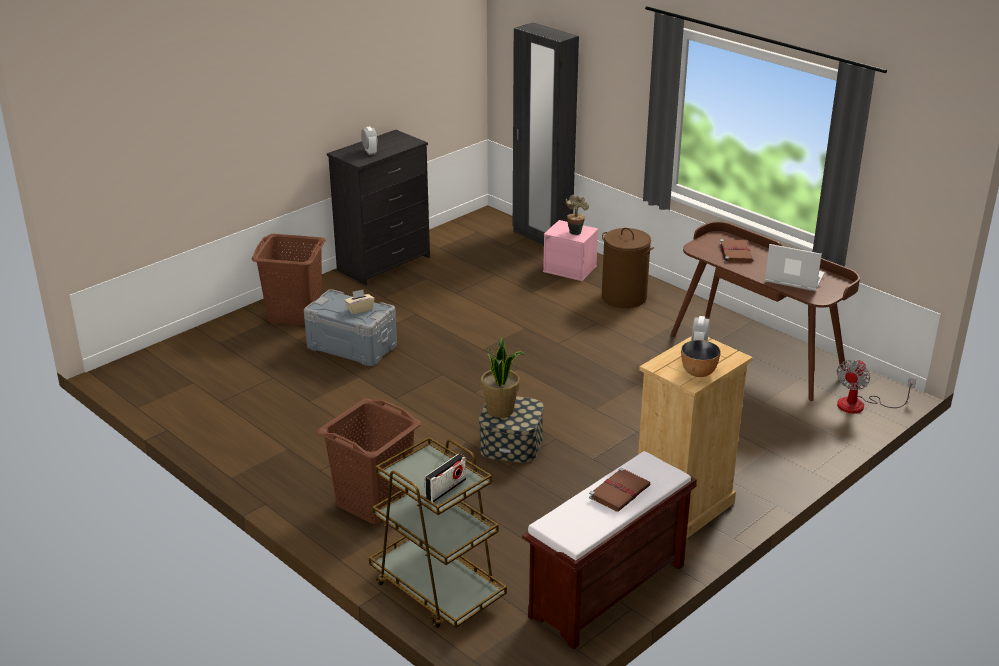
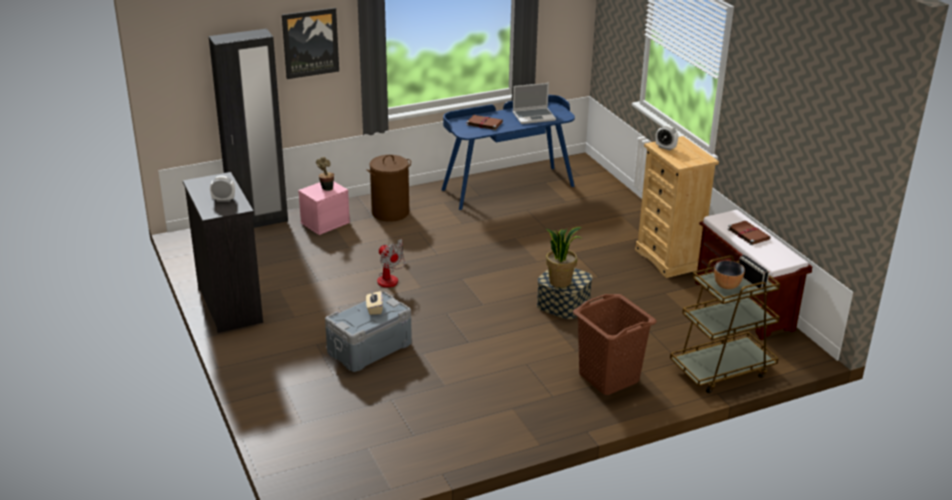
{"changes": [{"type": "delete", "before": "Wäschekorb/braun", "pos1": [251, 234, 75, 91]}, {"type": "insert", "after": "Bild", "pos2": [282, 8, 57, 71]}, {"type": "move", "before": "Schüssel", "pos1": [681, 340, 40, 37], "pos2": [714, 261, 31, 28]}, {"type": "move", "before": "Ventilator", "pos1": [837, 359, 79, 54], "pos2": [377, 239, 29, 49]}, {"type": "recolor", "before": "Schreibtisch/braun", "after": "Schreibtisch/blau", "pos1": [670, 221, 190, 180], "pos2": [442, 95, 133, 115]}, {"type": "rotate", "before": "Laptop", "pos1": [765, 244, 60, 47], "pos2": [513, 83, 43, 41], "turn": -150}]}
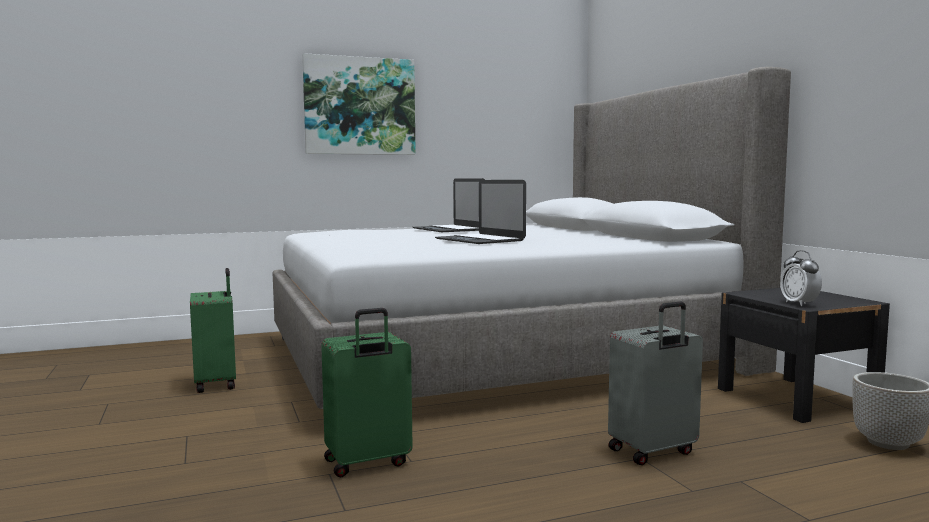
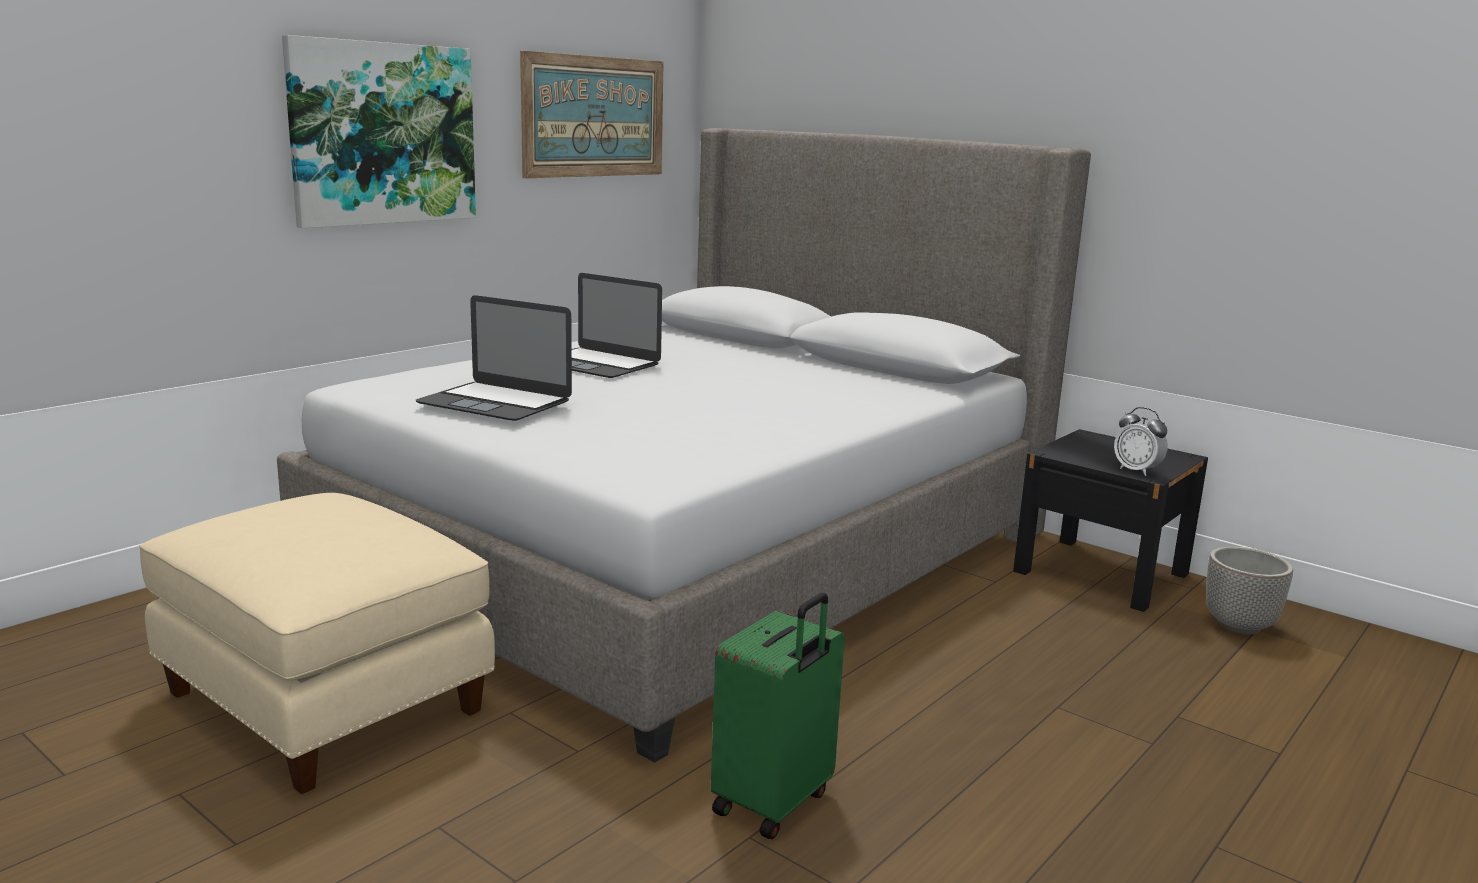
{"changes": [{"type": "delete", "before": "Koffer/grau", "pos1": [608, 302, 95, 163]}, {"type": "insert", "after": "Bild", "pos2": [520, 51, 144, 127]}, {"type": "move", "before": "Laptop", "pos1": [435, 180, 91, 64], "pos2": [416, 295, 156, 126]}, {"type": "replace", "before": "Koffer/grün", "after": "Polsterhocker/beige", "pos1": [190, 268, 46, 125], "pos2": [139, 493, 356, 301]}]}
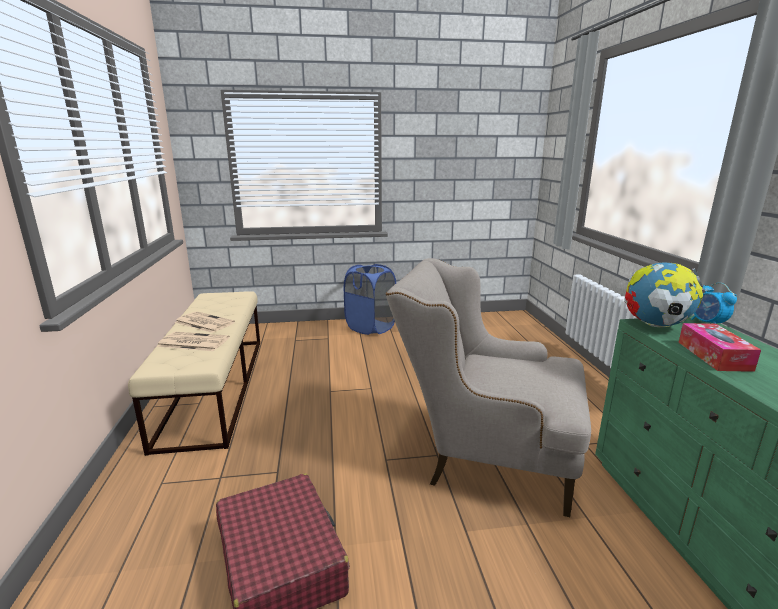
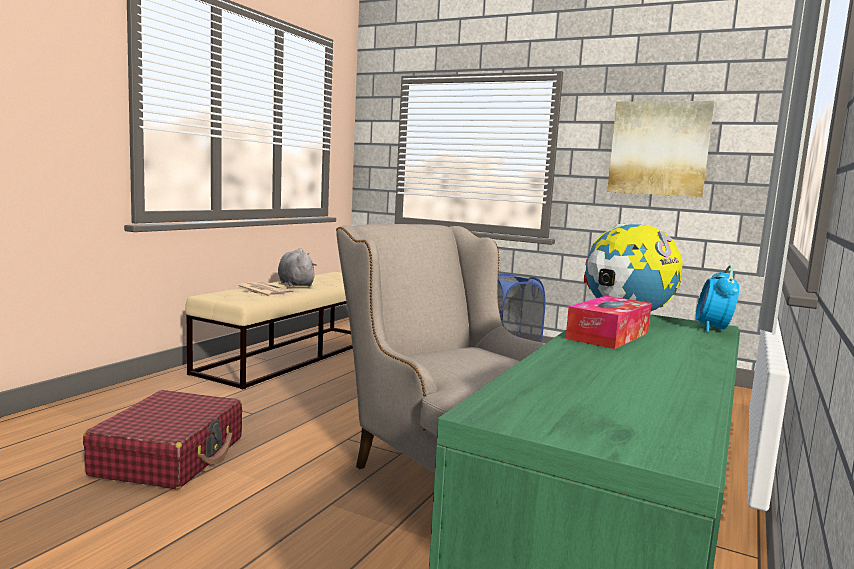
{"changes": [{"type": "insert", "after": "Bild", "pos2": [607, 101, 107, 96]}, {"type": "replace", "before": "Zeitung", "after": "Plüschtier/grau", "pos1": [175, 312, 60, 21], "pos2": [278, 248, 39, 38]}]}
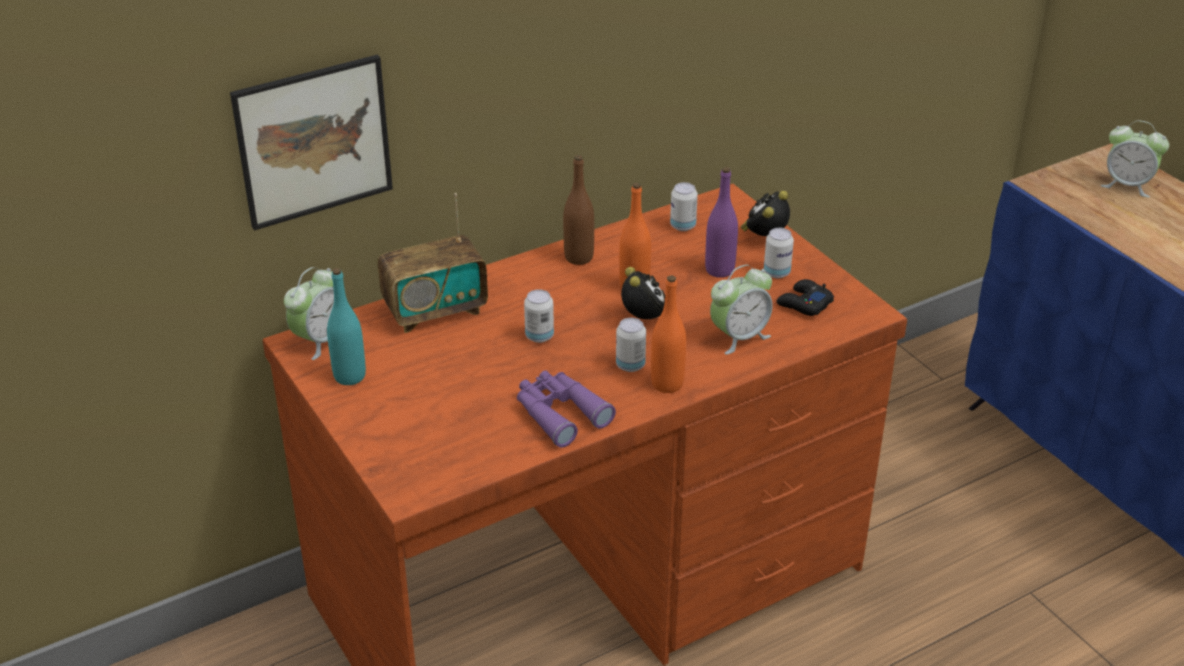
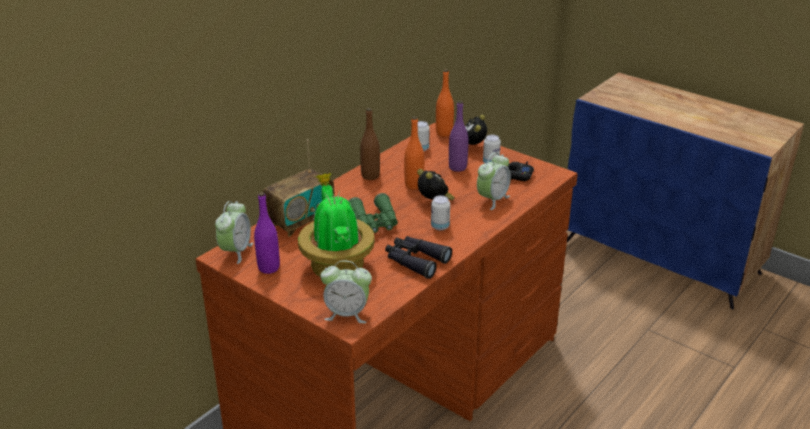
{"changes": [{"type": "delete", "before": "Bild", "pos1": [230, 55, 163, 175]}, {"type": "insert", "after": "Topfpflanze", "pos2": [298, 173, 77, 104]}, {"type": "move", "before": "Flasche/orange", "pos1": [651, 275, 35, 118], "pos2": [436, 69, 18, 68]}, {"type": "move", "before": "Wecker", "pos1": [1101, 120, 68, 77], "pos2": [320, 261, 52, 62]}, {"type": "replace", "before": "Dose", "after": "Fernglas/grün", "pos1": [524, 289, 30, 54], "pos2": [348, 193, 50, 40]}, {"type": "recolor", "before": "Flasche/türkis", "after": "Flasche/lila", "pos1": [327, 268, 39, 117], "pos2": [254, 192, 26, 82]}, {"type": "recolor", "before": "Fernglas/lila", "after": "Fernglas/schwarz", "pos1": [517, 370, 99, 77], "pos2": [385, 236, 67, 43]}]}
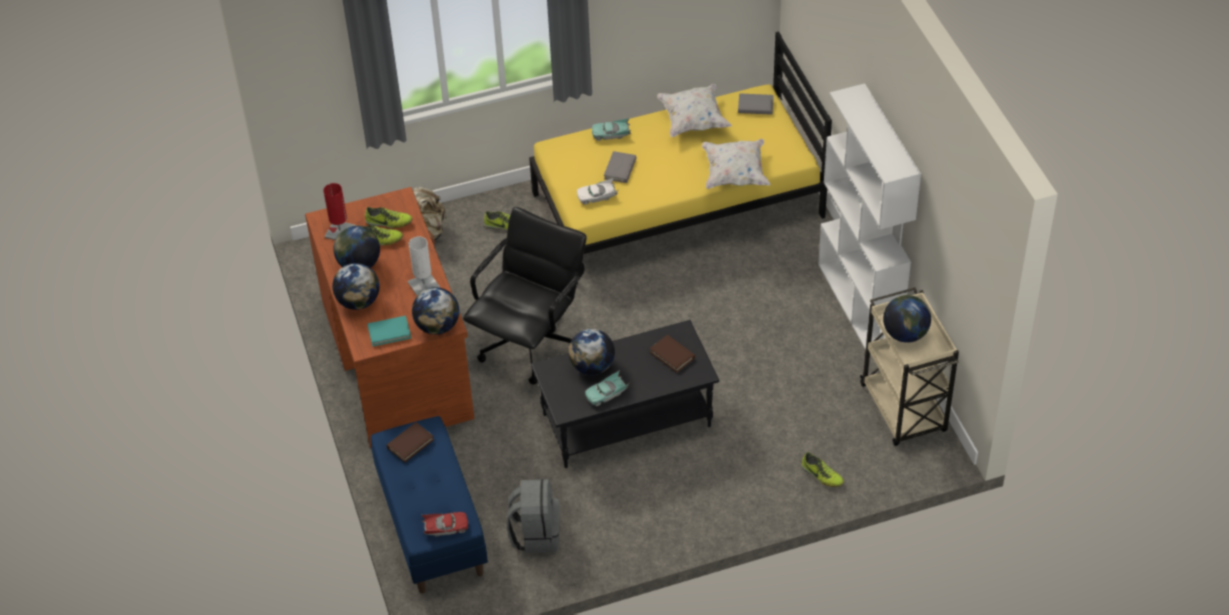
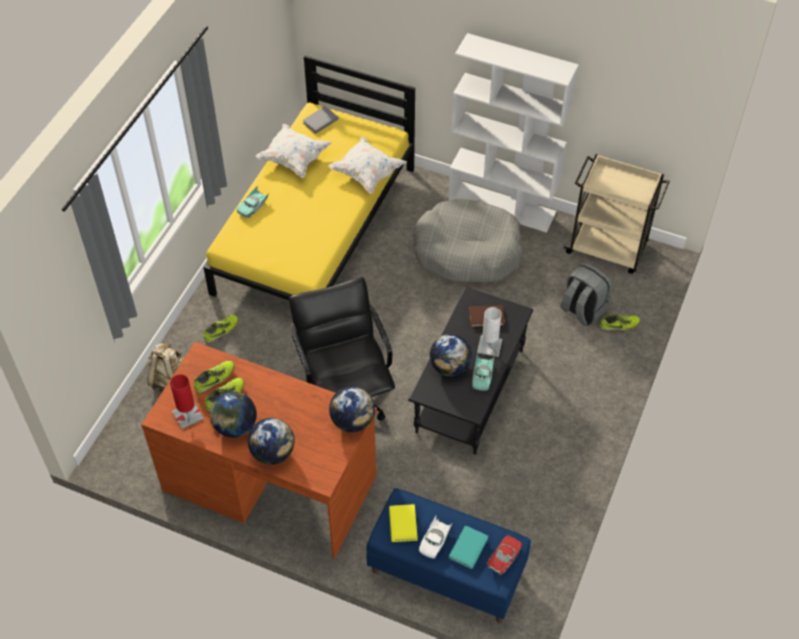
{"changes": [{"type": "delete", "before": "Buch/grau", "pos1": [604, 151, 33, 32]}, {"type": "delete", "before": "Globus", "pos1": [883, 295, 48, 48]}, {"type": "insert", "after": "Hundebett/grau", "pos2": [413, 198, 110, 85]}, {"type": "move", "before": "Buch/türkis", "pos1": [367, 316, 44, 30], "pos2": [449, 526, 39, 43]}, {"type": "move", "before": "Tischlampe/weiß", "pos1": [408, 236, 32, 60], "pos2": [477, 307, 25, 50]}, {"type": "move", "before": "Rucksack/grau", "pos1": [507, 479, 53, 74], "pos2": [560, 263, 52, 63]}, {"type": "move", "before": "Spielzeugauto/weiß", "pos1": [577, 178, 41, 27], "pos2": [419, 516, 34, 42]}, {"type": "recolor", "before": "Buch/braun", "after": "Buch/gelb", "pos1": [386, 422, 48, 40], "pos2": [389, 504, 29, 38]}]}
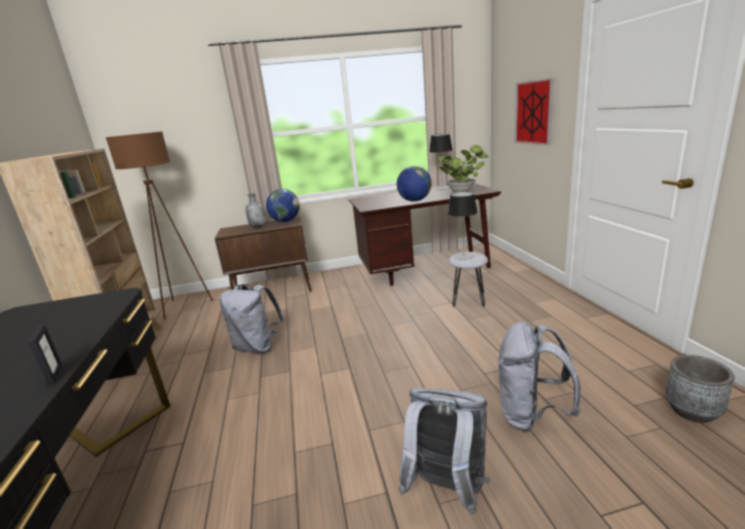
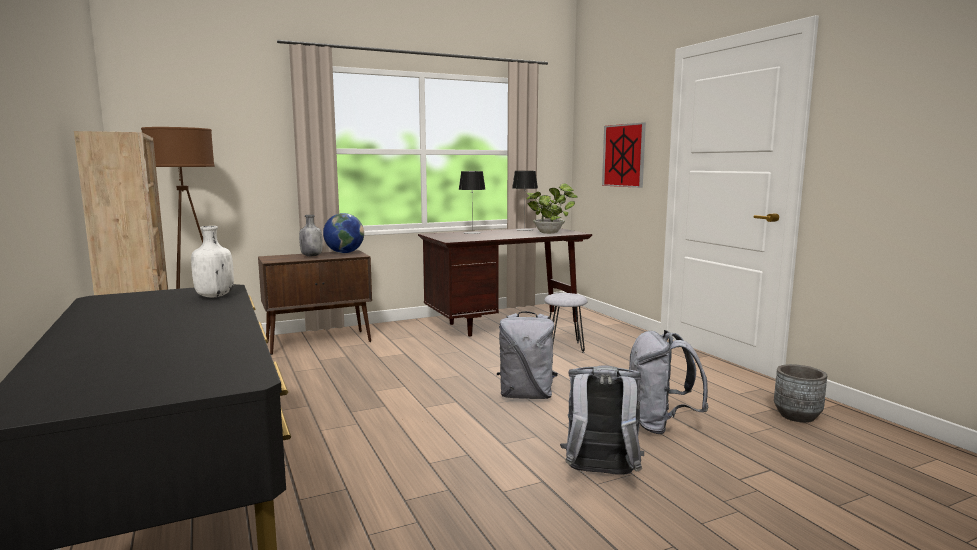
{"changes": [{"type": "delete", "before": "Bilderrahmen", "pos1": [28, 324, 35, 62]}, {"type": "delete", "before": "Globus", "pos1": [397, 166, 35, 36]}, {"type": "insert", "after": "Flasche/weiß", "pos2": [191, 226, 43, 71]}, {"type": "move", "before": "Rucksack/grau", "pos1": [220, 284, 64, 69], "pos2": [497, 311, 61, 88]}, {"type": "move", "before": "Tischlampe", "pos1": [448, 191, 30, 69], "pos2": [459, 171, 27, 63]}]}
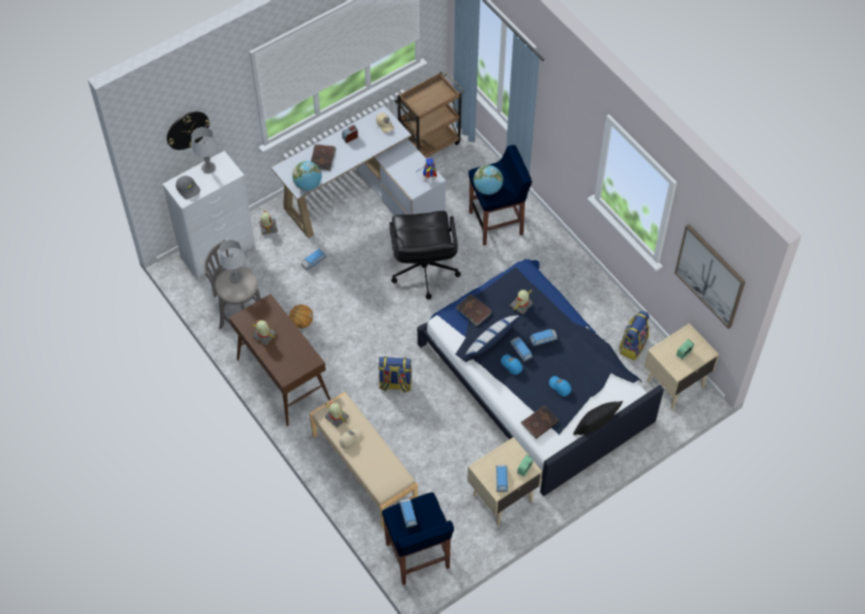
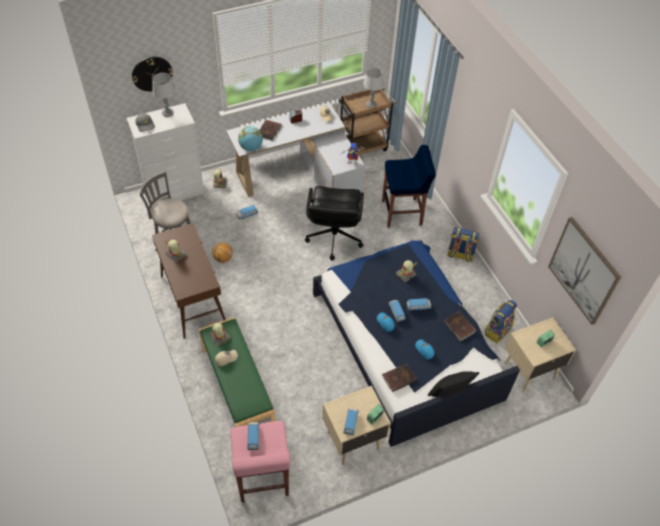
{"changes": [{"type": "delete", "before": "Kissen", "pos1": [464, 315, 56, 43]}, {"type": "delete", "before": "Globus", "pos1": [473, 165, 30, 30]}, {"type": "move", "before": "Tischlampe/grau", "pos1": [219, 240, 27, 43], "pos2": [363, 68, 21, 40]}, {"type": "move", "before": "Rucksack", "pos1": [378, 357, 34, 36], "pos2": [447, 227, 33, 35]}, {"type": "move", "before": "Buch/braun", "pos1": [456, 294, 36, 32], "pos2": [444, 311, 32, 30]}, {"type": "recolor", "before": "Bank/beige", "after": "Bank/grün", "pos1": [309, 392, 109, 136], "pos2": [198, 317, 77, 110]}, {"type": "recolor", "before": "Hocker/blau", "after": "Hocker/rosa", "pos1": [382, 492, 72, 93], "pos2": [230, 421, 60, 82]}]}
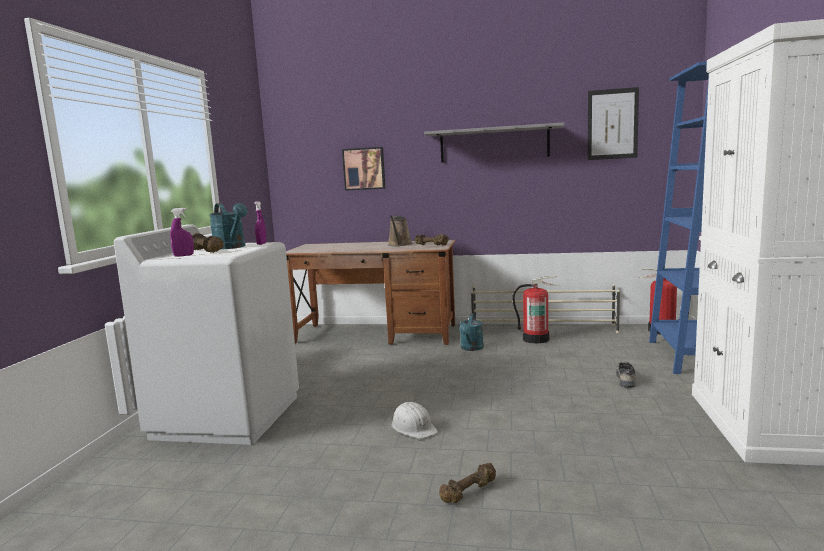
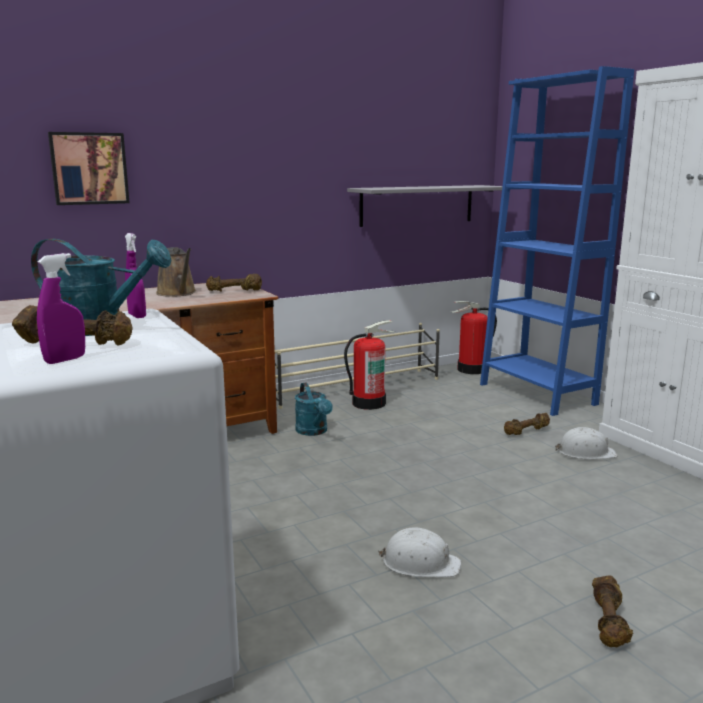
{"changes": [{"type": "delete", "before": "Bild", "pos1": [587, 87, 52, 73]}, {"type": "insert", "after": "Schutzhelm/weiß", "pos2": [555, 427, 62, 32]}, {"type": "move", "before": "Wandregal/grau", "pos1": [424, 122, 141, 40], "pos2": [347, 185, 155, 42]}, {"type": "replace", "before": "Schuh", "after": "Hantel/braun", "pos1": [616, 361, 20, 27], "pos2": [504, 413, 46, 22]}]}
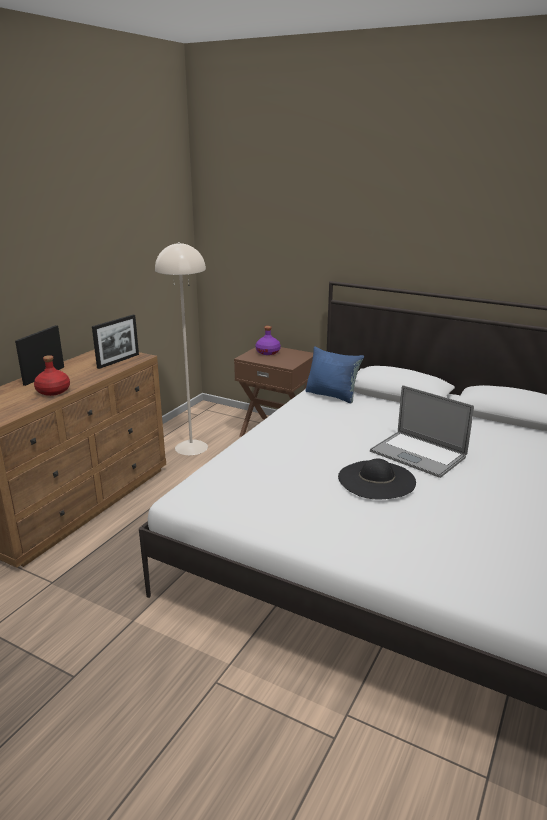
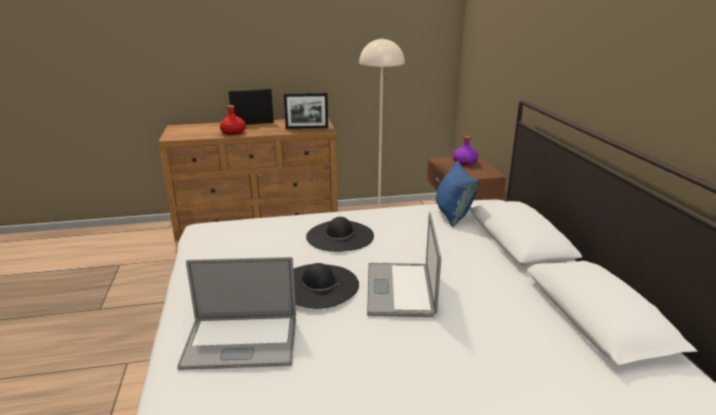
{"changes": [{"type": "insert", "after": "Laptop", "pos2": [177, 257, 119, 113]}, {"type": "insert", "after": "Hut/schwarz", "pos2": [306, 217, 68, 35]}]}
